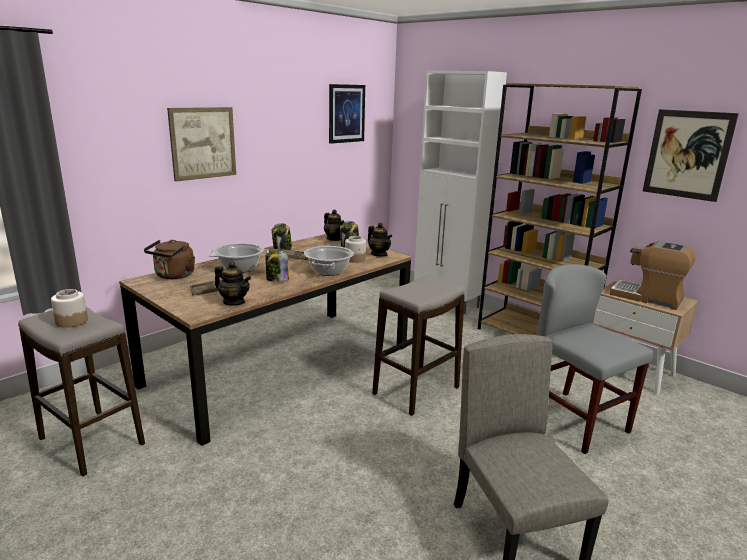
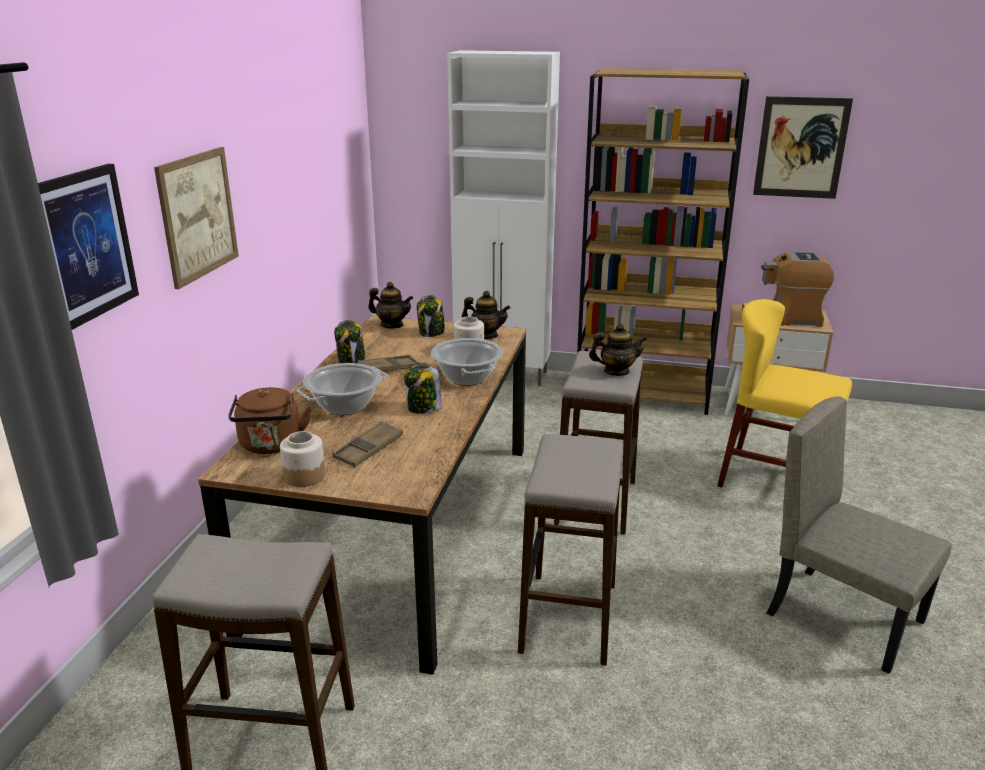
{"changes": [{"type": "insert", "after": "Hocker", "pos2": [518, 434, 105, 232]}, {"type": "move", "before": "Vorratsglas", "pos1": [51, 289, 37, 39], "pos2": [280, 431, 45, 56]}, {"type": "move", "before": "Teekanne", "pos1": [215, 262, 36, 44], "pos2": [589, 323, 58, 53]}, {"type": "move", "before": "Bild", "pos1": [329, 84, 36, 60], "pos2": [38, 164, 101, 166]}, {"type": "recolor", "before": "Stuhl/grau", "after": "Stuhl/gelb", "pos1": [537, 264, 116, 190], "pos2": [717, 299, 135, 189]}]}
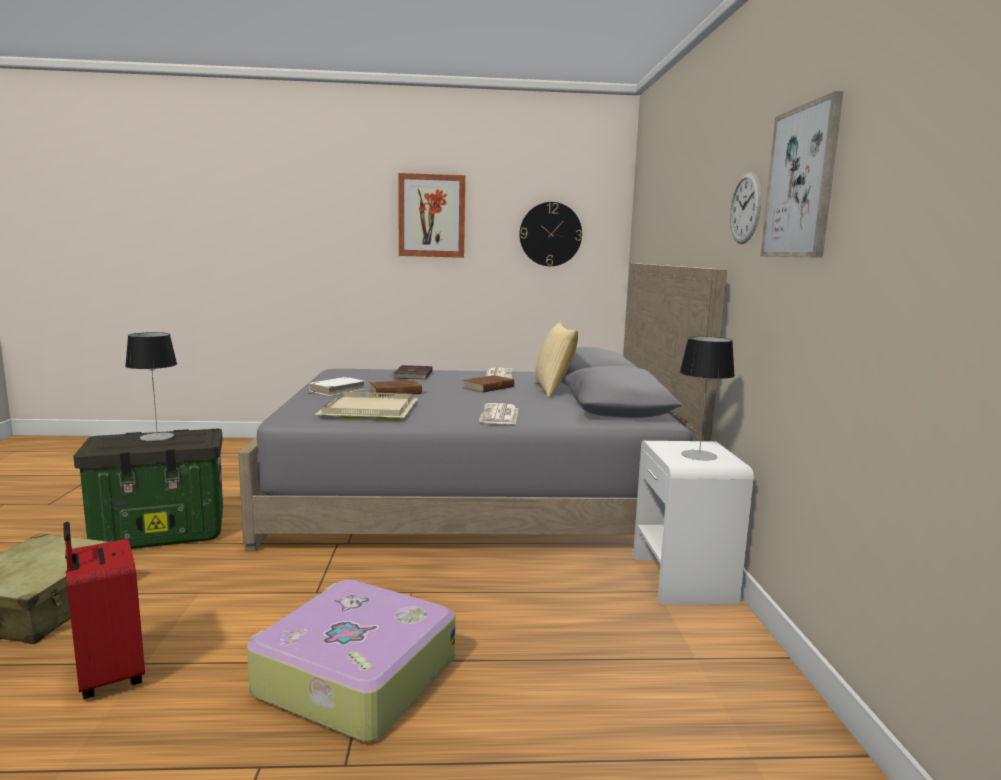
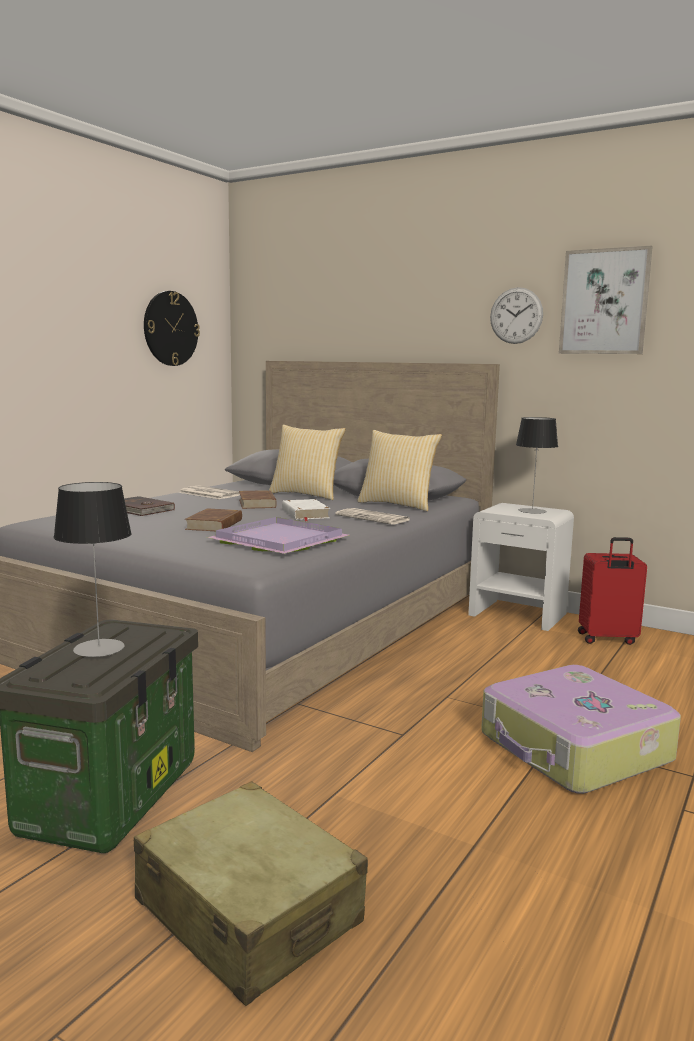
{"changes": [{"type": "delete", "before": "Bild", "pos1": [398, 173, 67, 85]}, {"type": "insert", "after": "Kissen", "pos2": [357, 430, 85, 81]}, {"type": "move", "before": "Koffer/rot", "pos1": [63, 522, 82, 177], "pos2": [578, 537, 69, 108]}, {"type": "move", "before": "Buch/weiß", "pos1": [307, 377, 58, 19], "pos2": [282, 499, 48, 22]}, {"type": "recolor", "before": "Tablett/beige", "after": "Tablett/lila", "pos1": [314, 391, 104, 29], "pos2": [207, 517, 142, 37]}]}
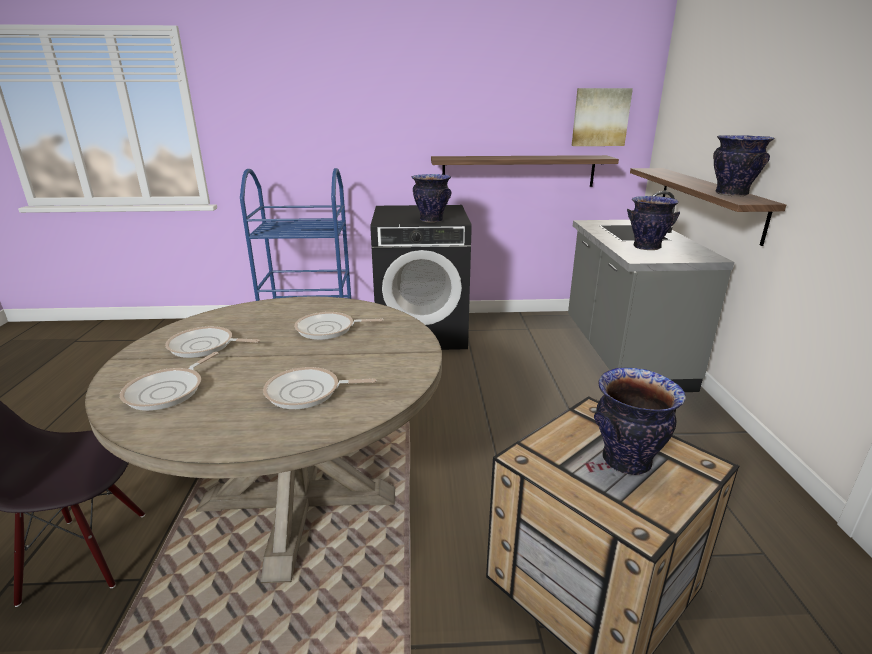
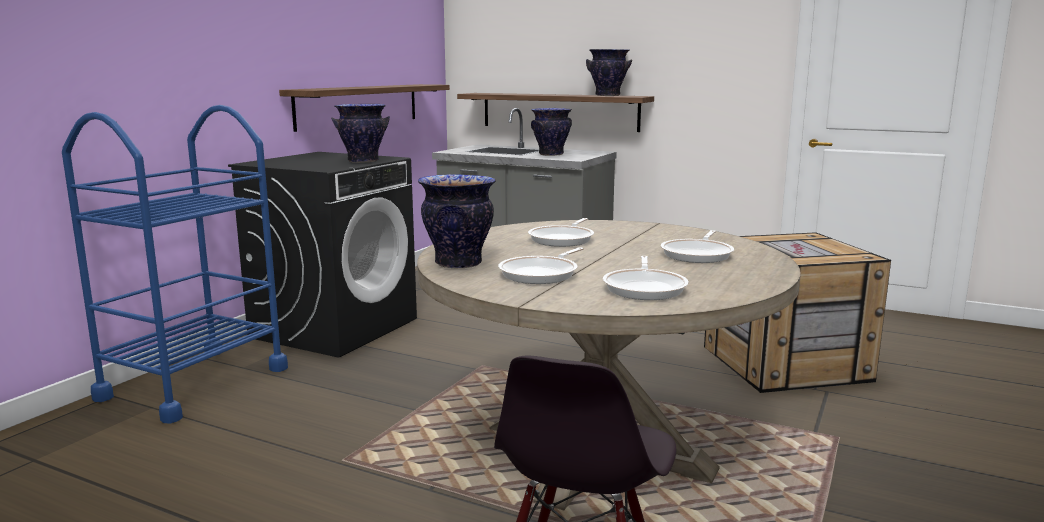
{"changes": [{"type": "delete", "before": "Bild", "pos1": [572, 88, 61, 58]}, {"type": "move", "before": "Vase", "pos1": [594, 368, 92, 107], "pos2": [418, 174, 78, 94]}, {"type": "rotate", "before": "Pfanne", "pos1": [120, 352, 99, 59], "pos2": [603, 256, 85, 44], "turn": 45}]}
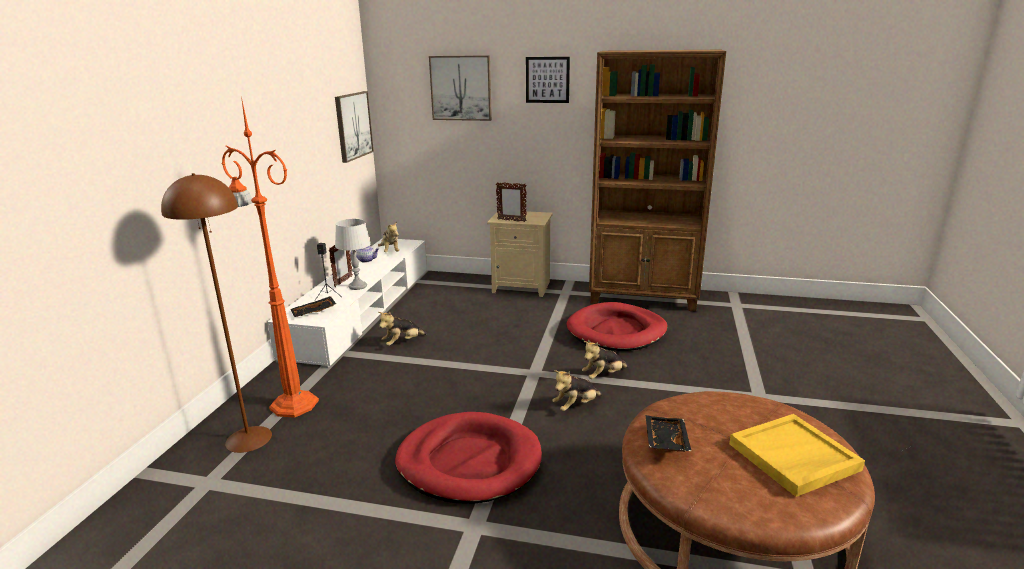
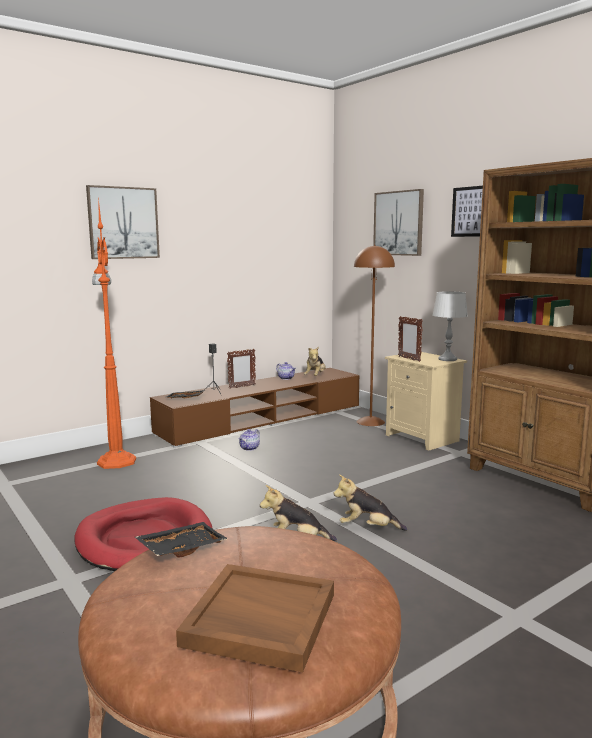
{"changes": [{"type": "delete", "before": "Hundebett/rot", "pos1": [567, 302, 101, 49]}, {"type": "move", "before": "Stehlampe/braun", "pos1": [161, 173, 111, 280], "pos2": [354, 245, 41, 181]}, {"type": "move", "before": "Bild", "pos1": [335, 91, 39, 72], "pos2": [86, 185, 74, 74]}, {"type": "move", "before": "Tischlampe/grau", "pos1": [335, 219, 36, 71], "pos2": [432, 291, 36, 70]}, {"type": "replace", "before": "Plüschtier", "after": "Teekanne", "pos1": [378, 312, 49, 34], "pos2": [238, 429, 22, 22]}, {"type": "recolor", "before": "Fernsehschrank/weiß", "after": "Fernsehschrank/braun", "pos1": [267, 238, 160, 130], "pos2": [150, 368, 209, 80]}, {"type": "recolor", "before": "Tablett/gelb", "after": "Tablett/braun", "pos1": [729, 414, 136, 83], "pos2": [176, 564, 158, 108]}]}
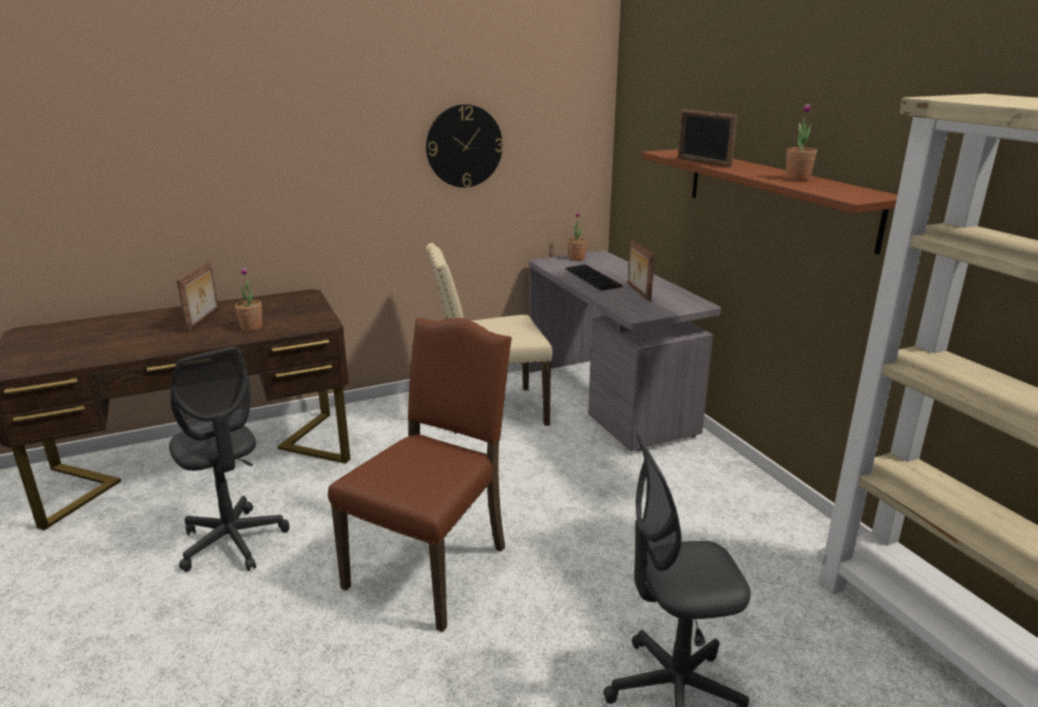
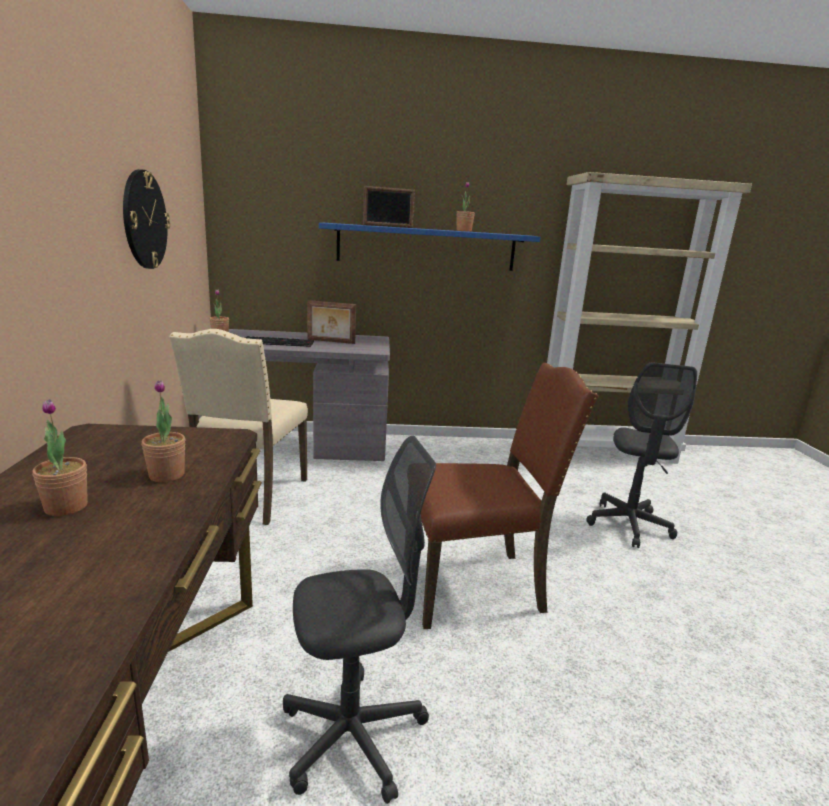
{"changes": [{"type": "replace", "before": "Bilderrahmen", "after": "Topfpflanze", "pos1": [177, 261, 42, 72], "pos2": [32, 399, 56, 117]}, {"type": "recolor", "before": "Wandregal/braun", "after": "Wandregal/blau", "pos1": [642, 149, 255, 105], "pos2": [319, 223, 222, 48]}, {"type": "rotate", "before": "Stuhl/braun", "pos1": [328, 318, 184, 314], "pos2": [421, 363, 178, 266], "turn": 120}]}
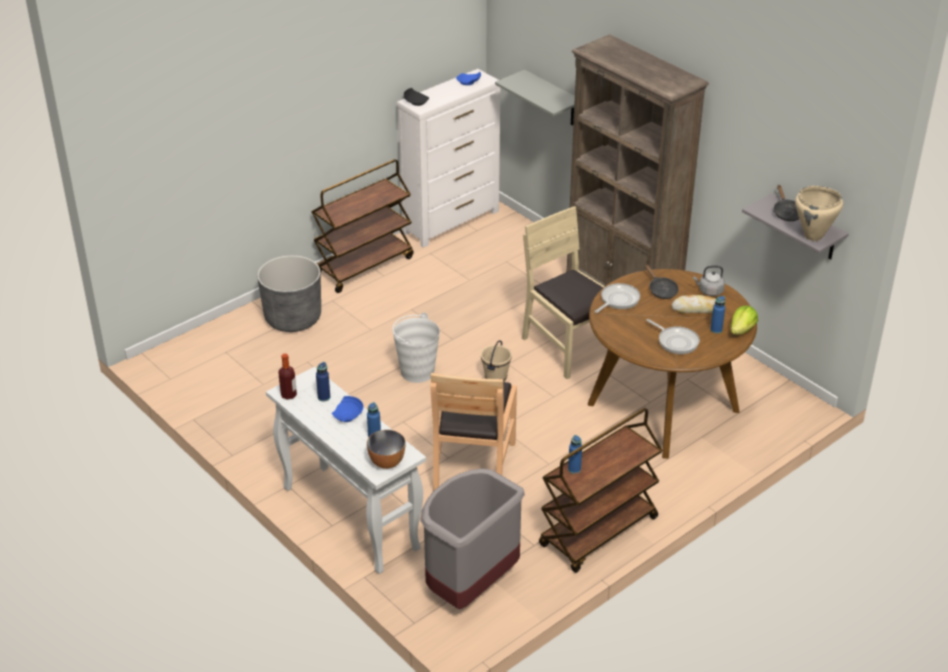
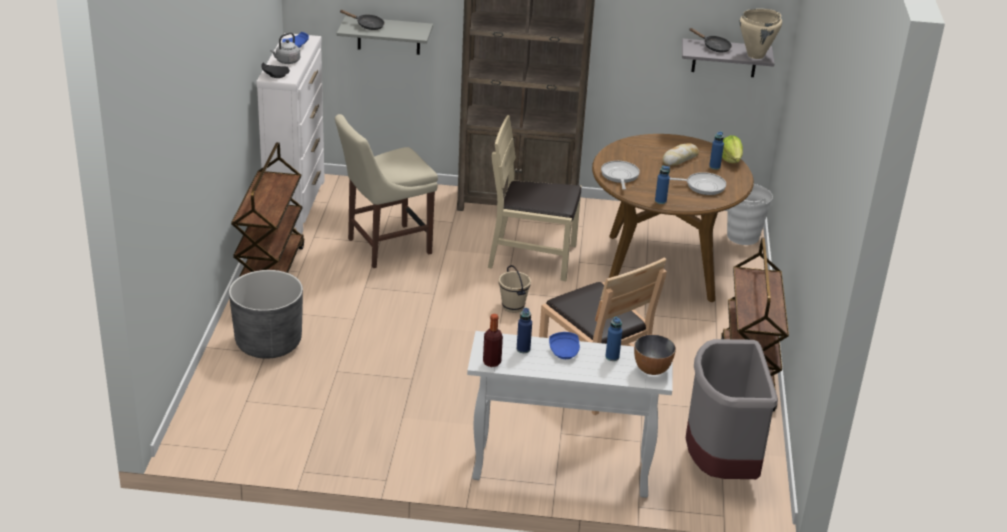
{"changes": [{"type": "insert", "after": "Stuhl/beige", "pos2": [335, 114, 103, 154]}, {"type": "move", "before": "Eimer/weiß", "pos1": [392, 312, 48, 71], "pos2": [727, 184, 46, 61]}, {"type": "move", "before": "Flasche/blau", "pos1": [568, 435, 14, 39], "pos2": [655, 166, 15, 38]}, {"type": "move", "before": "Pfanne/schwarz", "pos1": [645, 264, 34, 35], "pos2": [340, 10, 45, 20]}, {"type": "move", "before": "Wasserkessel/grau", "pos1": [693, 265, 32, 31], "pos2": [270, 32, 30, 32]}]}
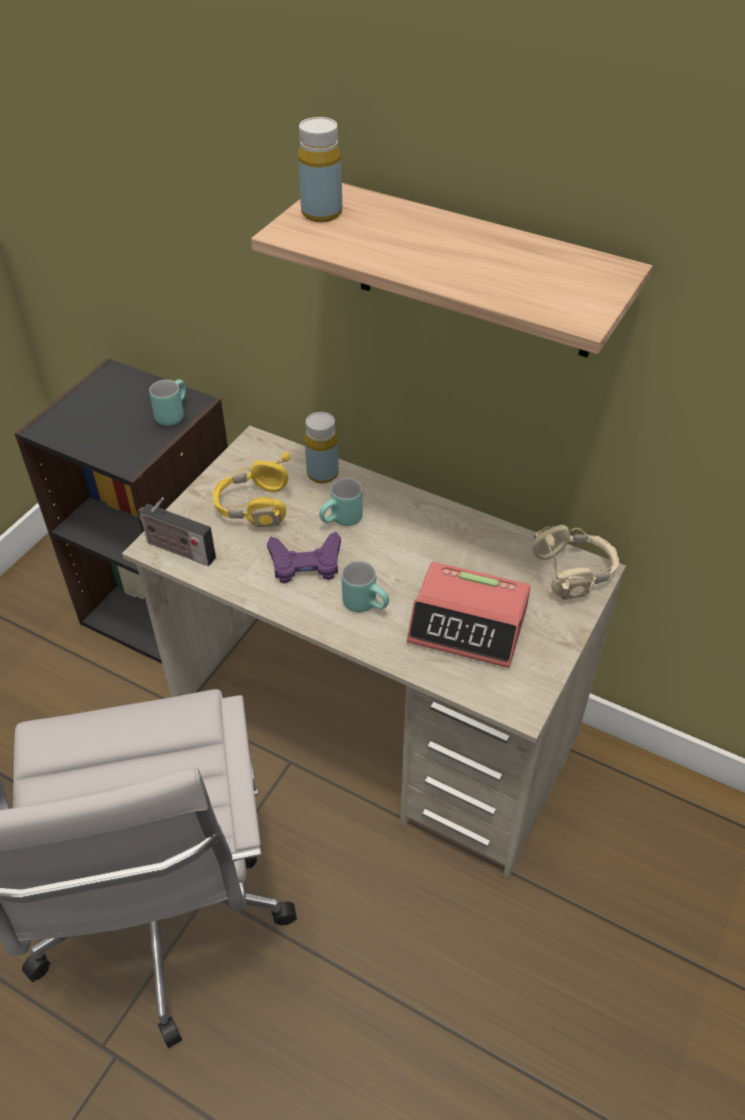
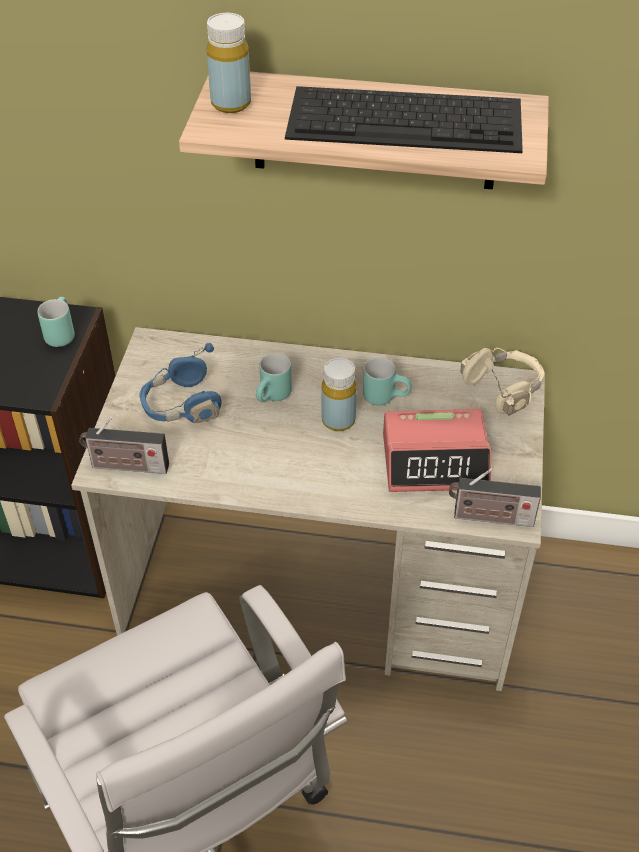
{"changes": [{"type": "delete", "before": "Gamepad/lila", "pos1": [267, 532, 74, 51]}, {"type": "insert", "after": "Tastatur", "pos2": [285, 86, 238, 67]}, {"type": "insert", "after": "Radio", "pos2": [449, 468, 92, 59]}, {"type": "move", "before": "Flasche/gelb", "pos1": [305, 412, 34, 72], "pos2": [322, 358, 35, 73]}, {"type": "move", "before": "Henkelbecher/türkis", "pos1": [342, 561, 47, 51], "pos2": [363, 358, 49, 48]}, {"type": "recolor", "before": "Kopfhörer/gelb", "after": "Kopfhörer/blau", "pos1": [213, 452, 77, 75], "pos2": [140, 343, 82, 80]}]}
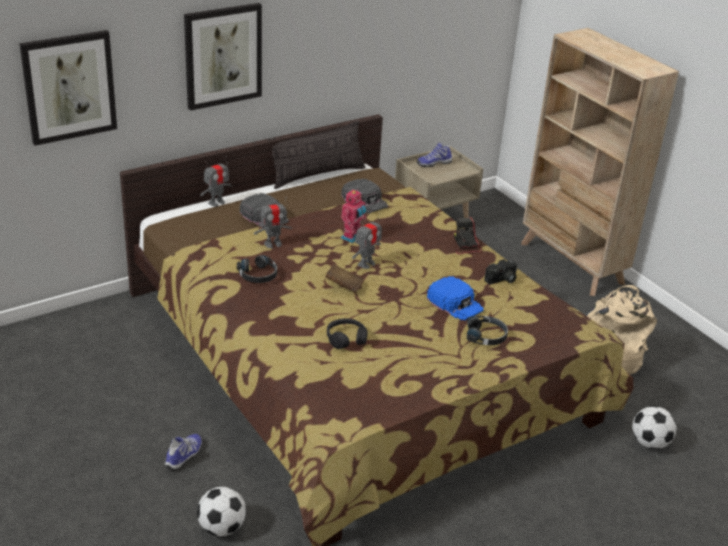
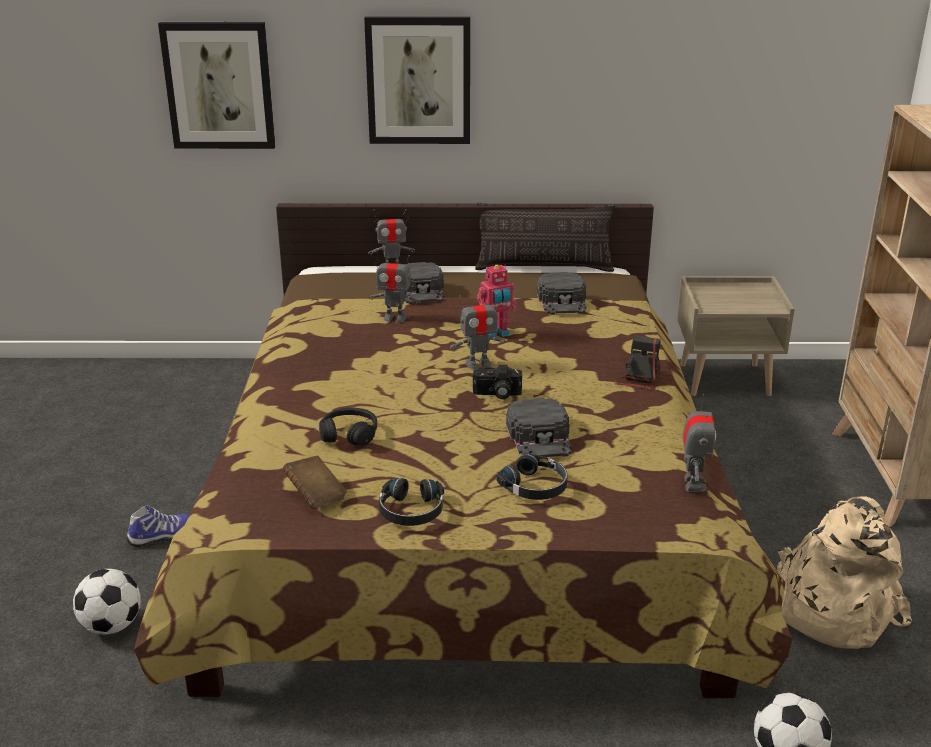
{"changes": [{"type": "delete", "before": "Schuh", "pos1": [417, 142, 35, 25]}, {"type": "insert", "after": "Spielzeugroboter", "pos2": [683, 394, 33, 98]}, {"type": "move", "before": "Kopfhörer/schwarz", "pos1": [237, 255, 40, 28], "pos2": [379, 478, 65, 48]}, {"type": "move", "before": "Buch/braun", "pos1": [325, 264, 39, 29], "pos2": [282, 455, 65, 53]}, {"type": "move", "before": "Kamera", "pos1": [484, 259, 33, 25], "pos2": [473, 365, 49, 34]}, {"type": "recolor", "before": "Kappe/blau", "after": "Kappe/schwarz", "pos1": [427, 276, 57, 45], "pos2": [506, 397, 66, 60]}]}
